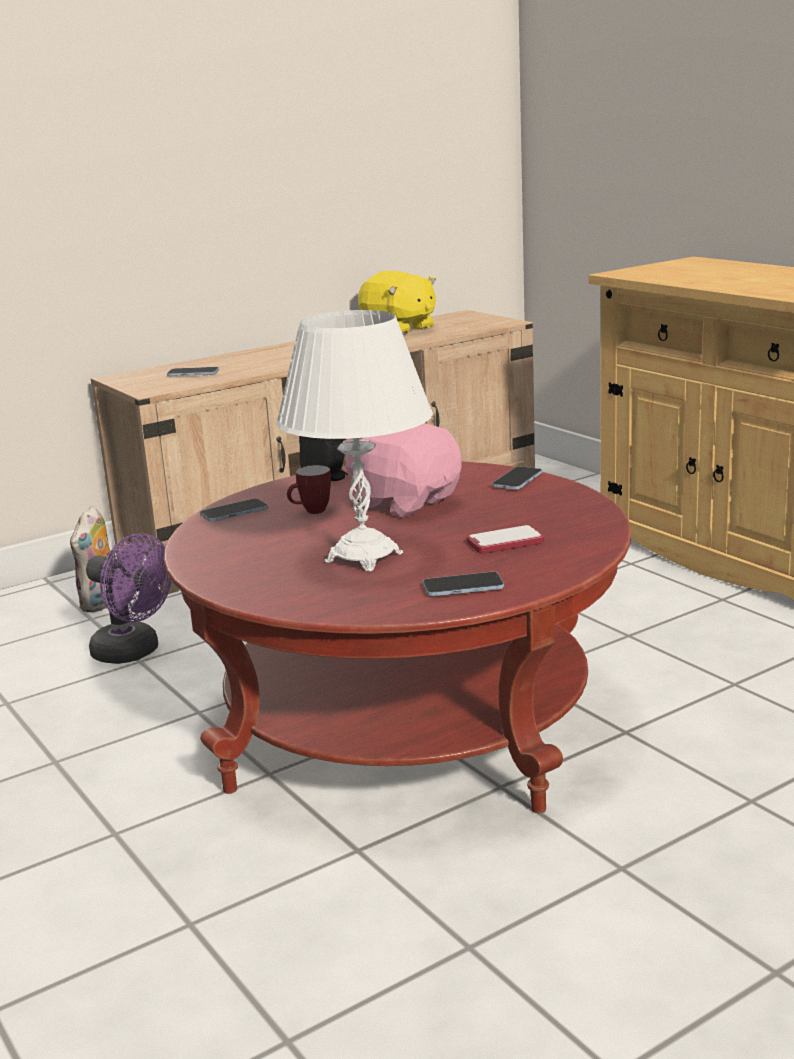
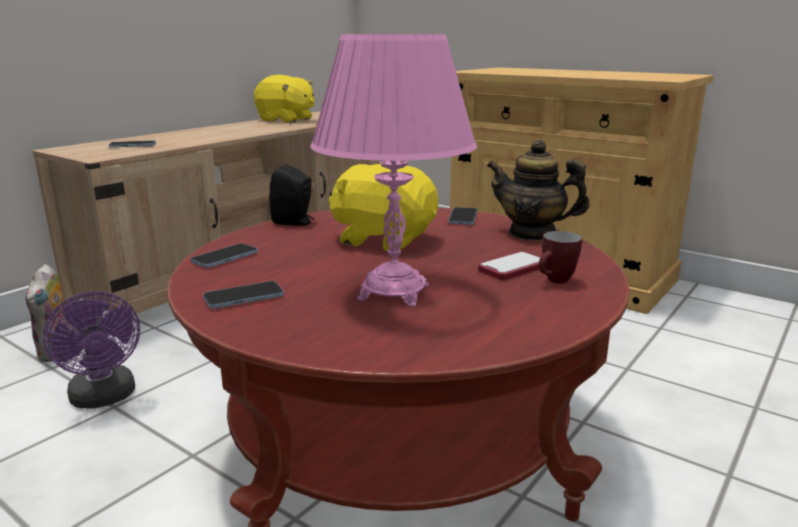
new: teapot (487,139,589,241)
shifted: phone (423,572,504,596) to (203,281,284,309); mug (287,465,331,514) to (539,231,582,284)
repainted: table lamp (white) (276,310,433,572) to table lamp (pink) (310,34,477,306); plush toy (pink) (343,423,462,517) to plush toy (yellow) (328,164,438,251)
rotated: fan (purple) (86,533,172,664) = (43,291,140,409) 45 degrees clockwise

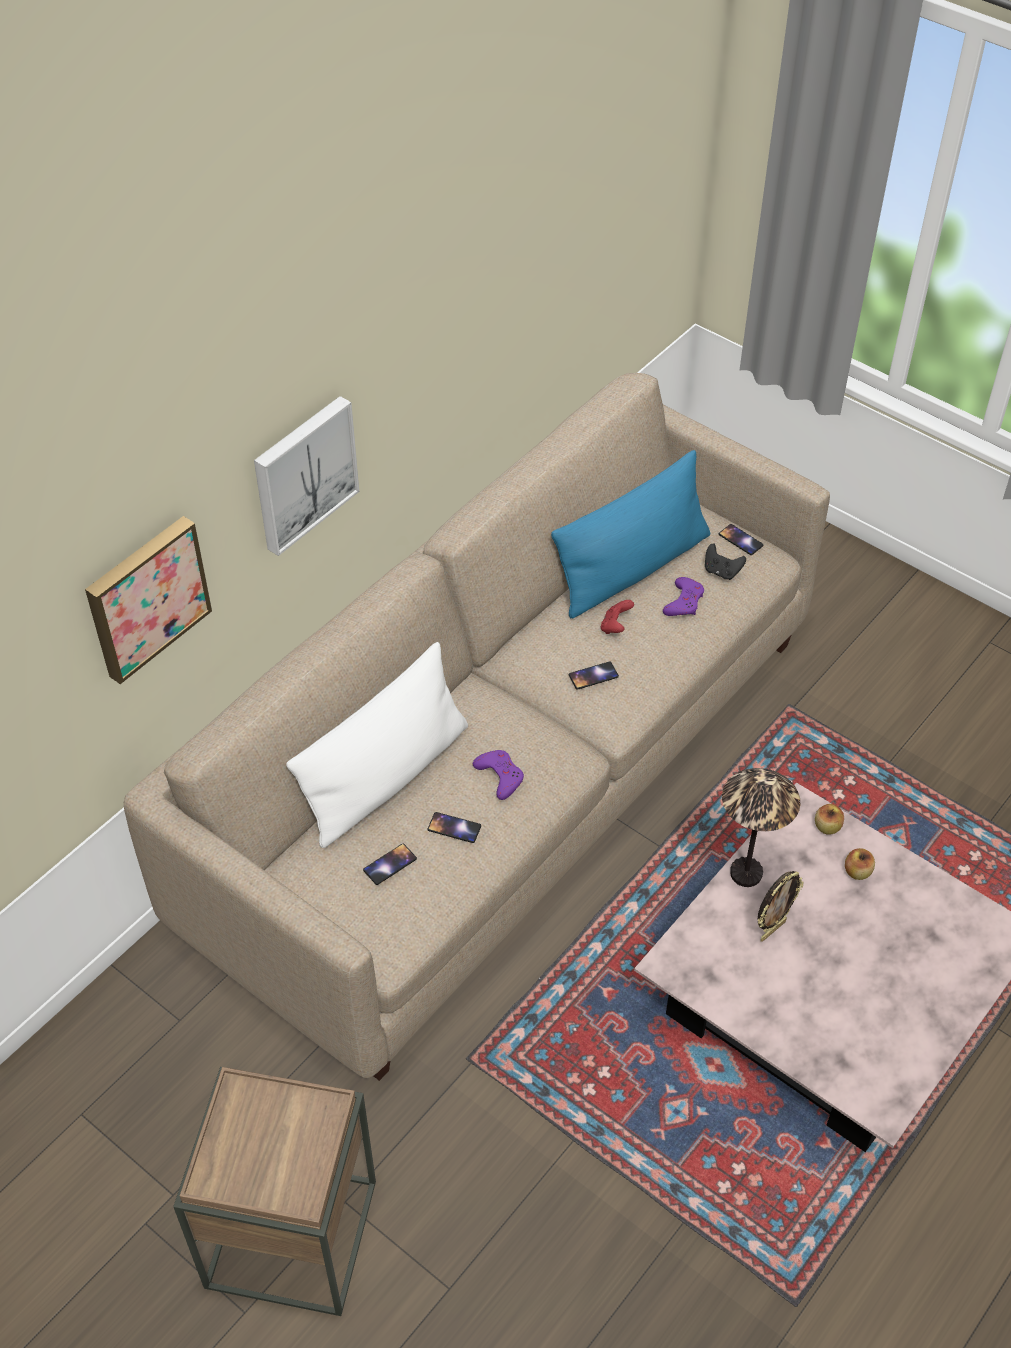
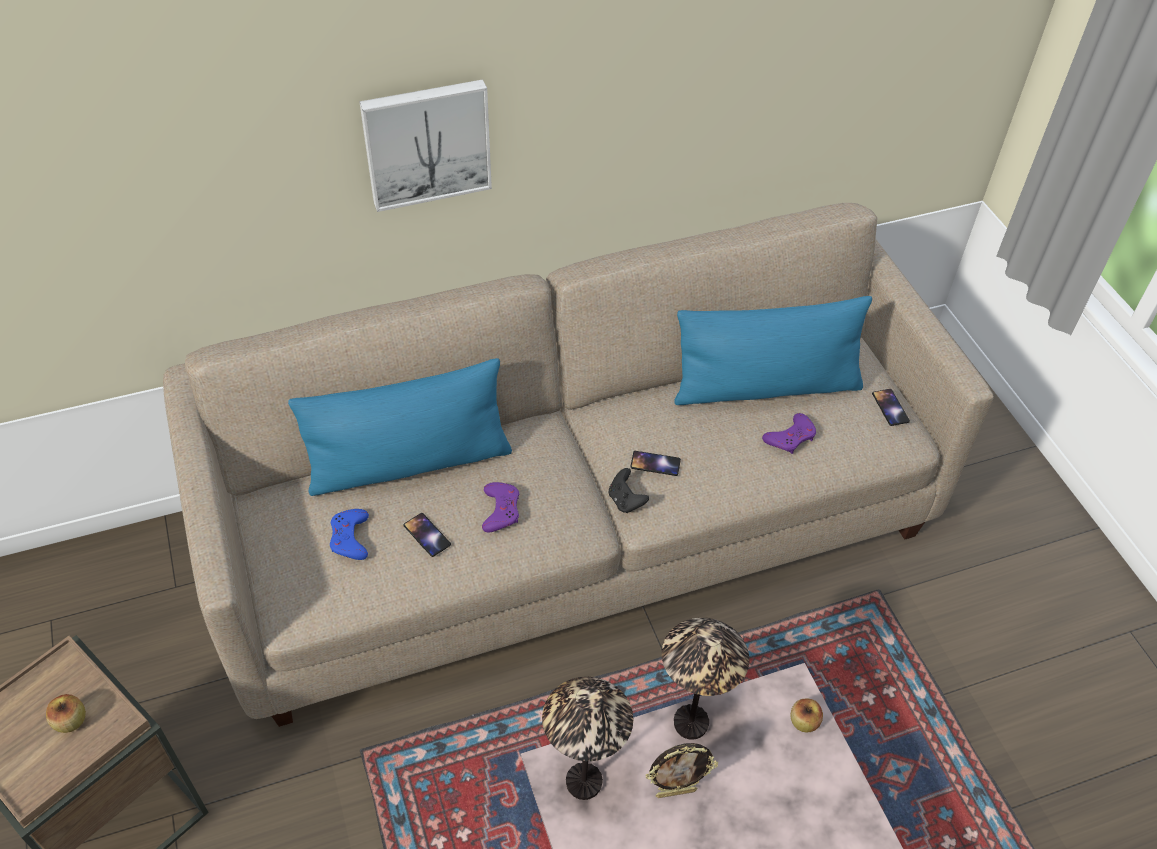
gone: picture (85,516,212,684); game controller (red) (601,600,634,634)
new: table lamp (542,677,634,800)
shifted: apple (845,848,875,880) to (46,694,86,733); game controller (black) (705,544,746,580) to (609,468,649,513)
swapped: phone (363,844,417,885) to game controller (blue) (330,509,369,560)
repainted: pillow (white) (286,642,468,848) to pillow (blue) (288,358,512,496)

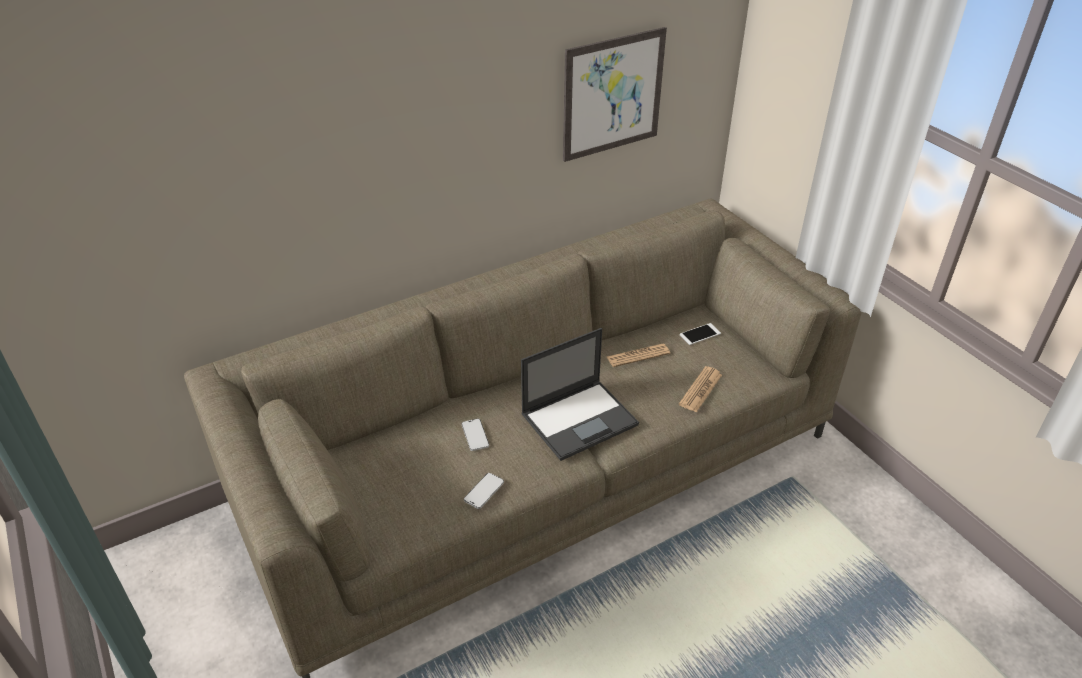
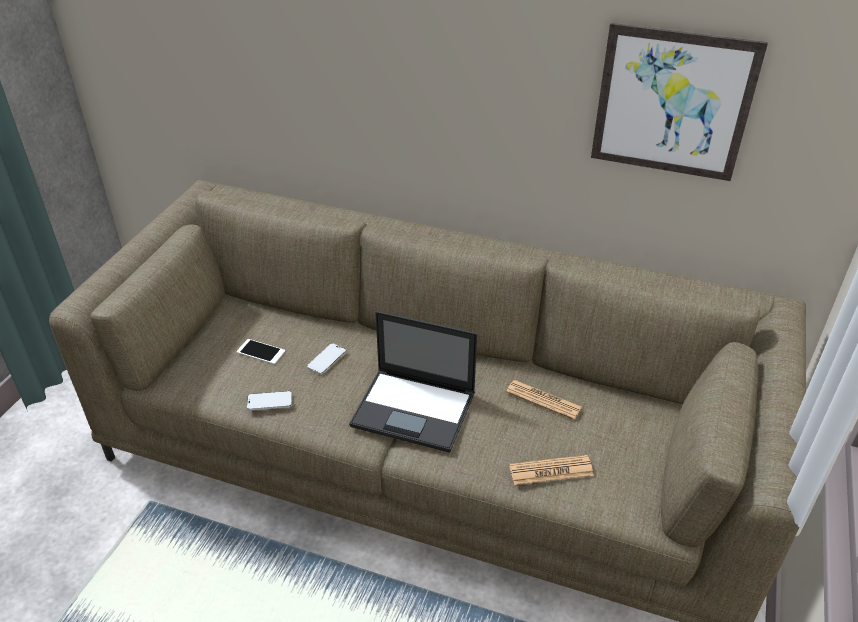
shifted: phone (680,323,721,345) to (237,339,285,364)

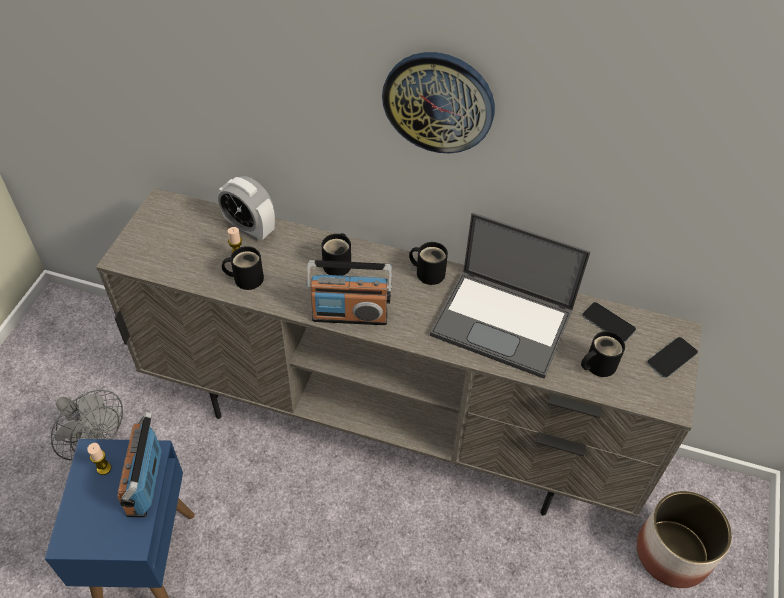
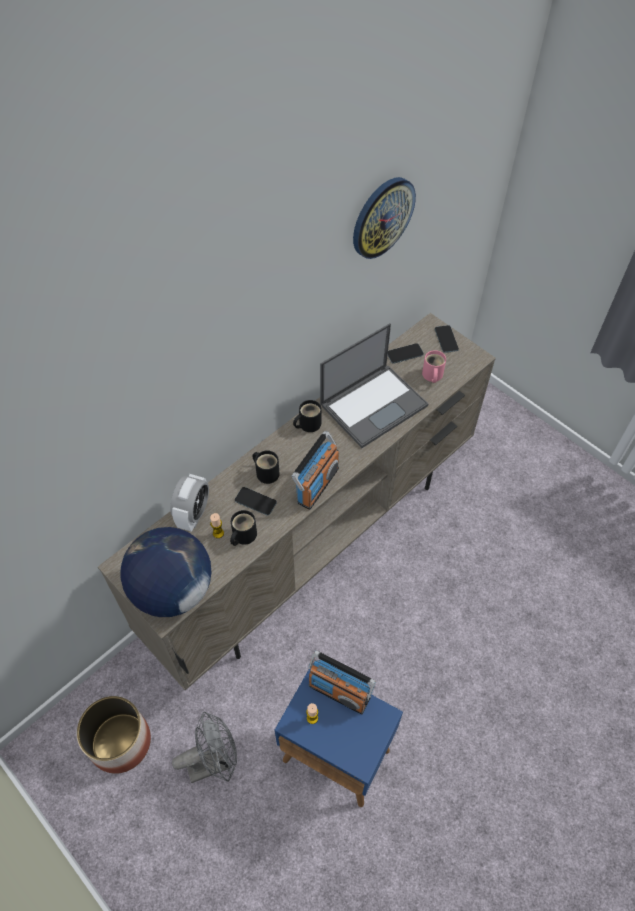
new: globe (121,527,212,617); phone (235,487,277,516)
shifted: planter (637,491,732,588) to (77,696,151,774); wall clock (382,52,495,153) to (353,177,416,259)
repainted: mug (black) (581,331,625,377) to mug (pink) (422,350,446,383)
rotated: alarm clock (218,176,275,241) = (170,474,209,532) 45 degrees counterclockwise

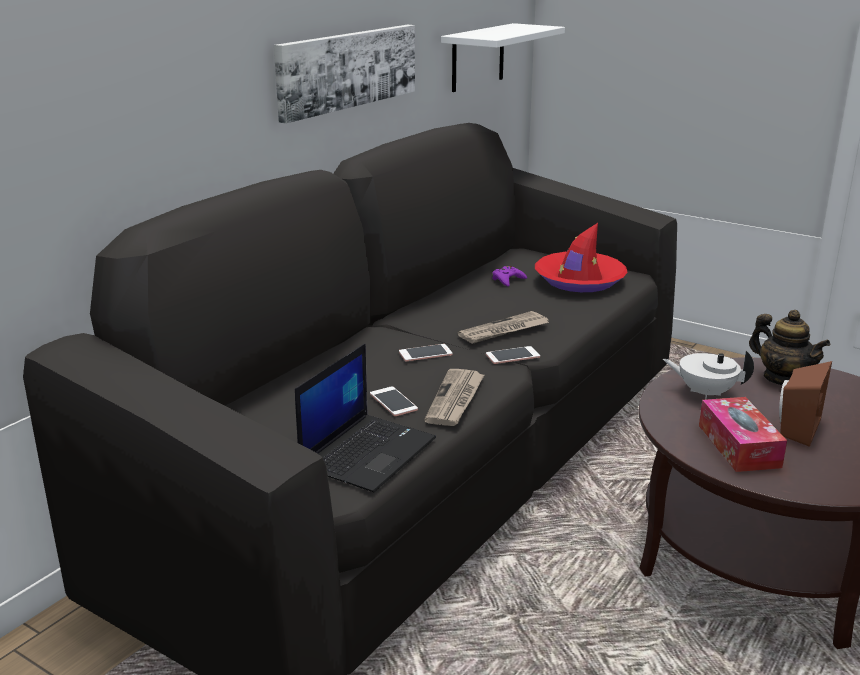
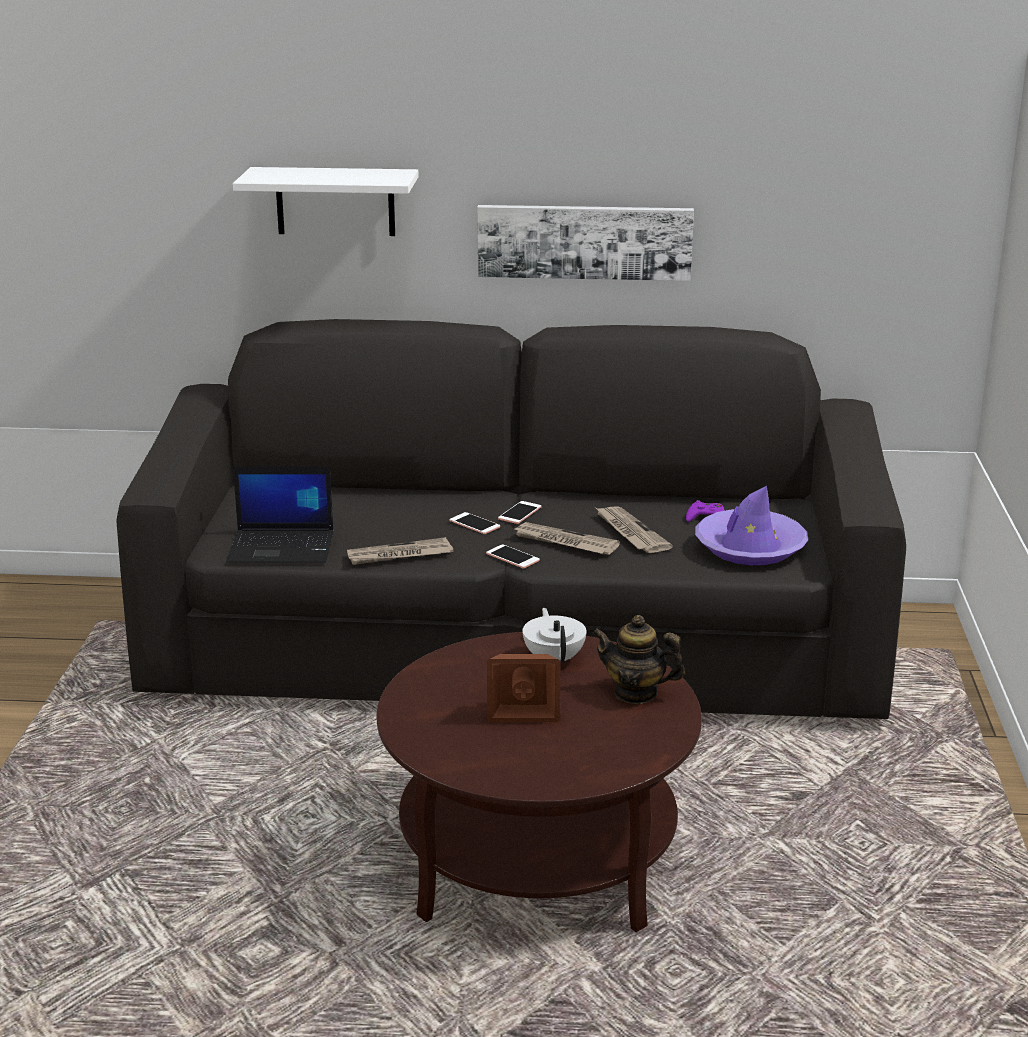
gone: tissue box (699,397,787,472)
new: newspaper (596,506,673,553)
shifted: shelf (white) (441,23,565,92) to (233,167,419,236); phone (370,386,418,416) to (498,501,542,524)
repainted: hat (red) (535,223,628,292) to hat (purple) (695,486,808,565)
rotated: teapot (749,310,830,385) = (592,615,685,704) 90 degrees clockwise

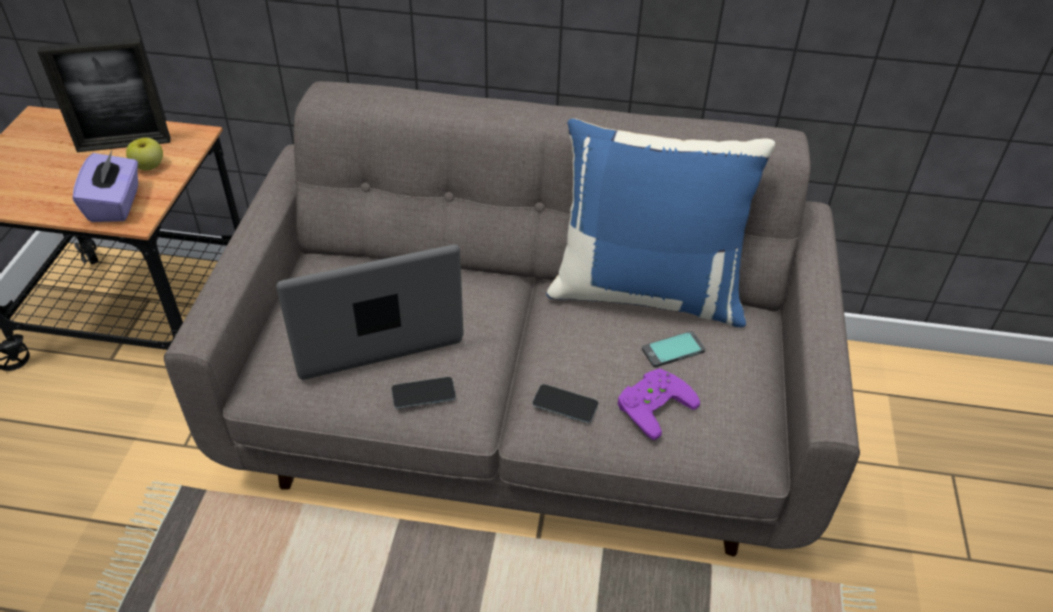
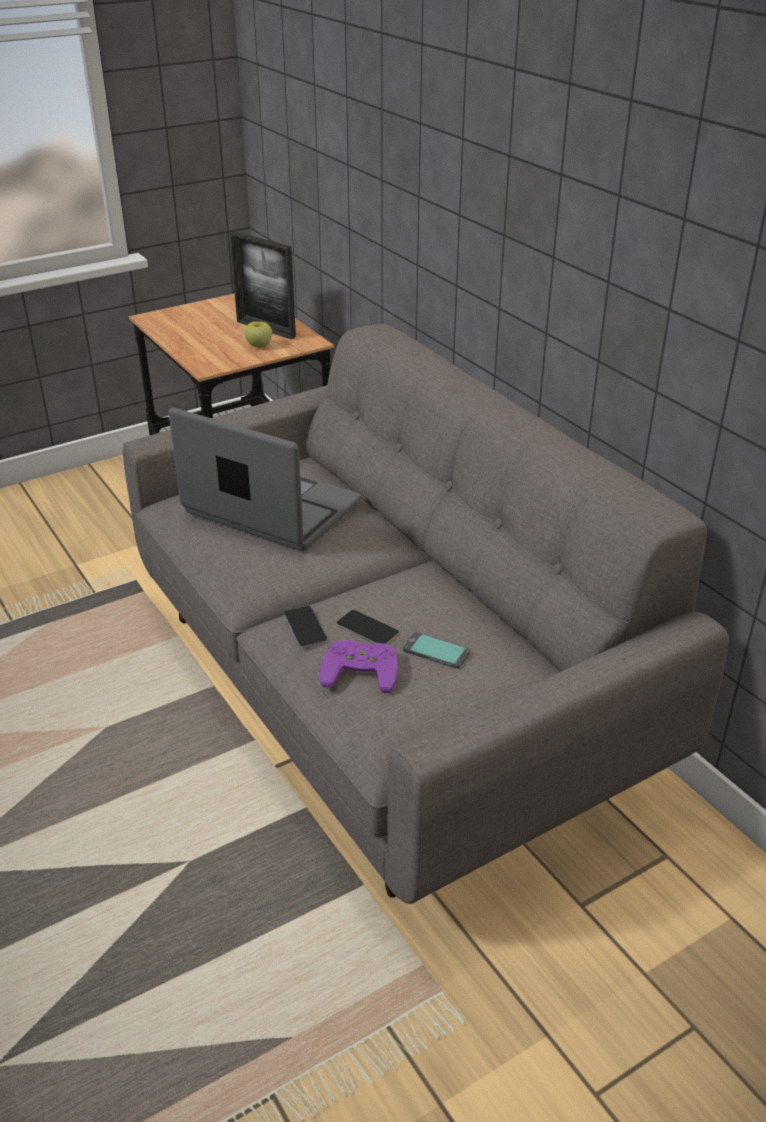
gone: tissue box (purple) (73,151,138,222); pillow (blue) (546,118,775,327)
shifted: phone (392,377,456,409) to (337,610,399,644)

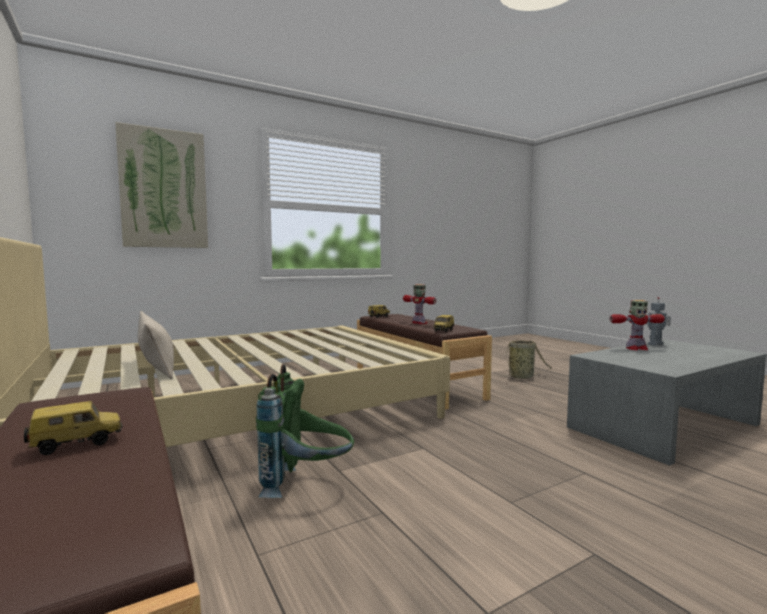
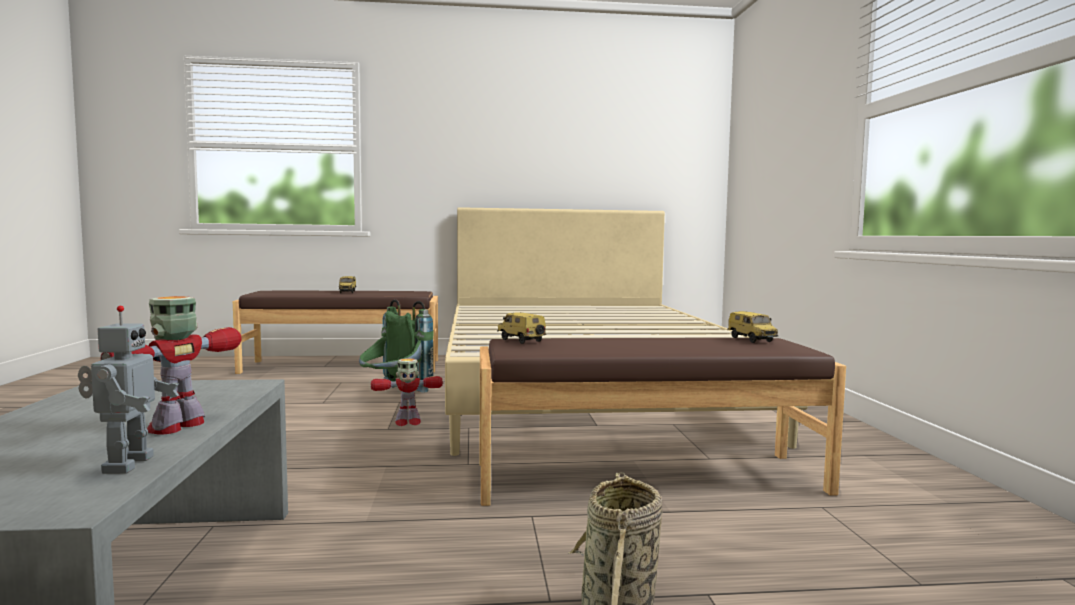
gone: picture (115,122,208,248); pillow (beige) (138,311,174,379)
shifted: toy robot (403,284,436,324) to (371,358,443,426)

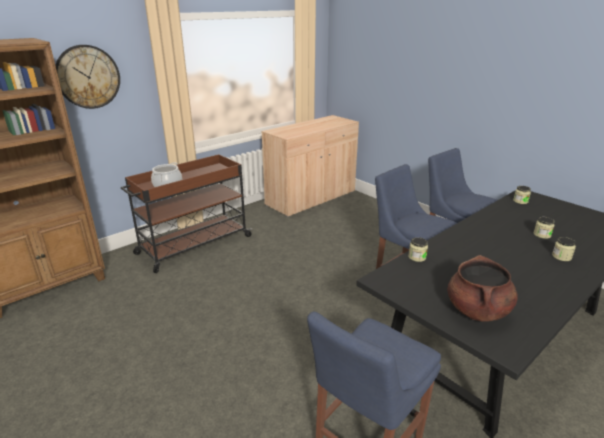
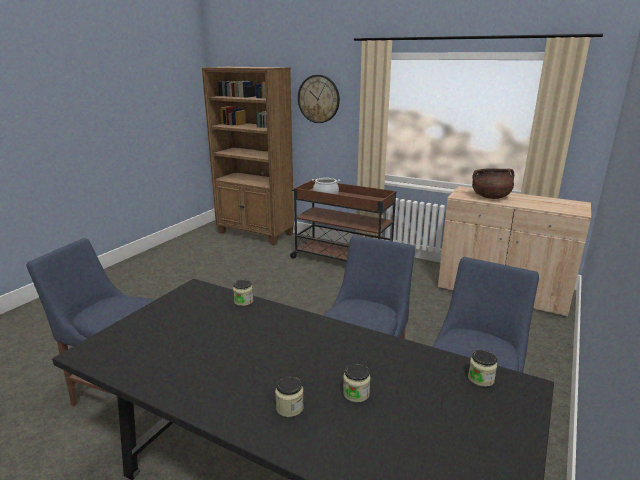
shifted: cooking pot (brown) (447,255,517,322) to (472,168,514,199)

